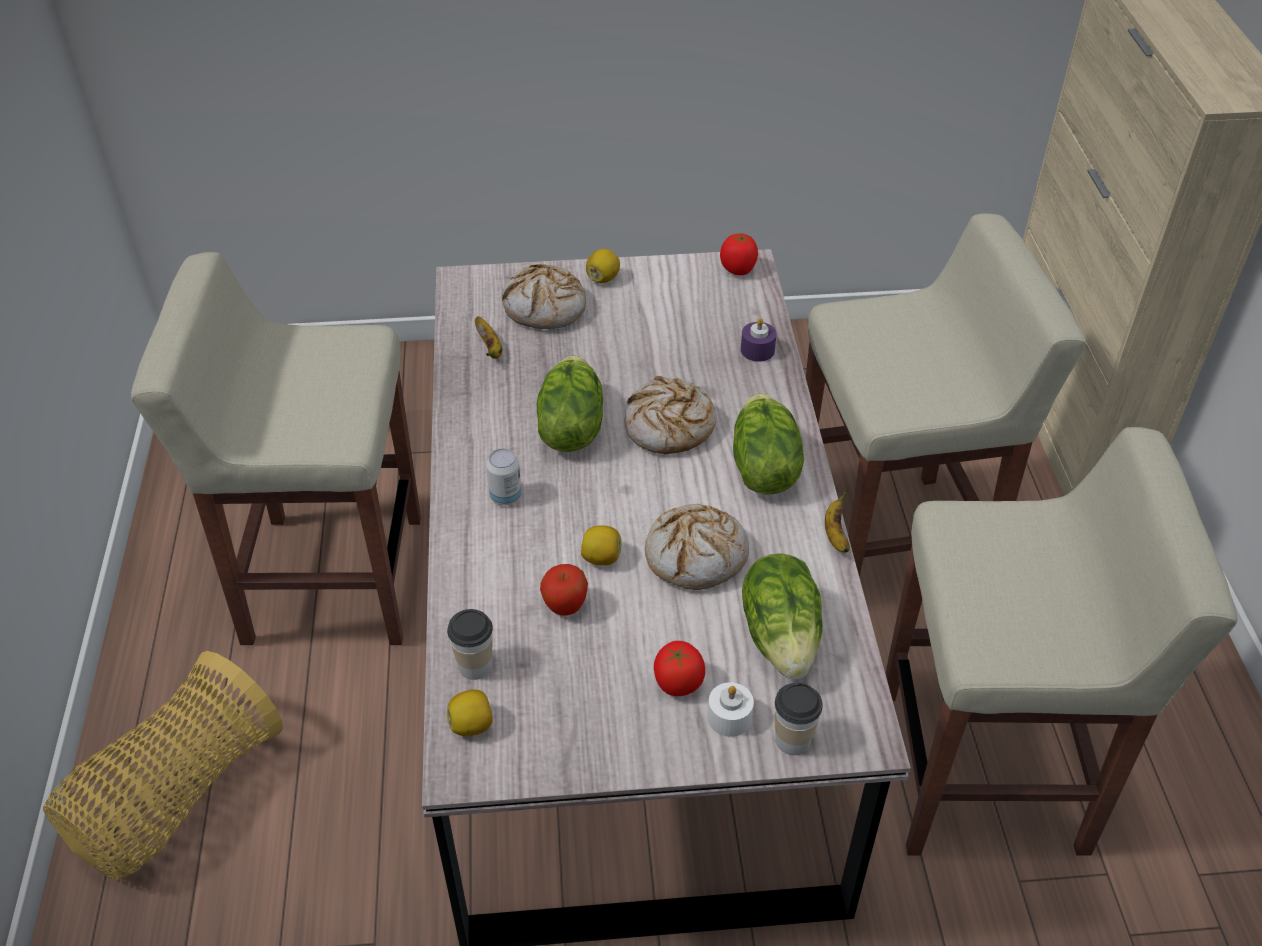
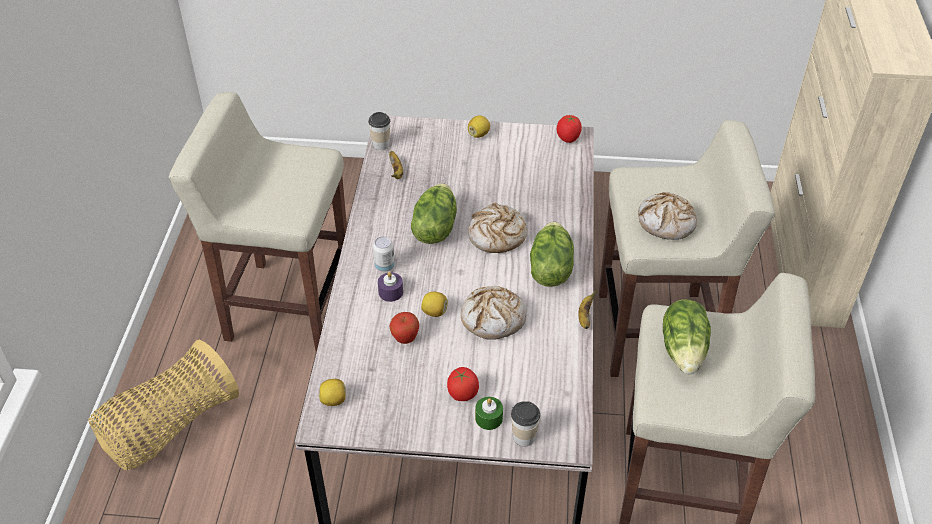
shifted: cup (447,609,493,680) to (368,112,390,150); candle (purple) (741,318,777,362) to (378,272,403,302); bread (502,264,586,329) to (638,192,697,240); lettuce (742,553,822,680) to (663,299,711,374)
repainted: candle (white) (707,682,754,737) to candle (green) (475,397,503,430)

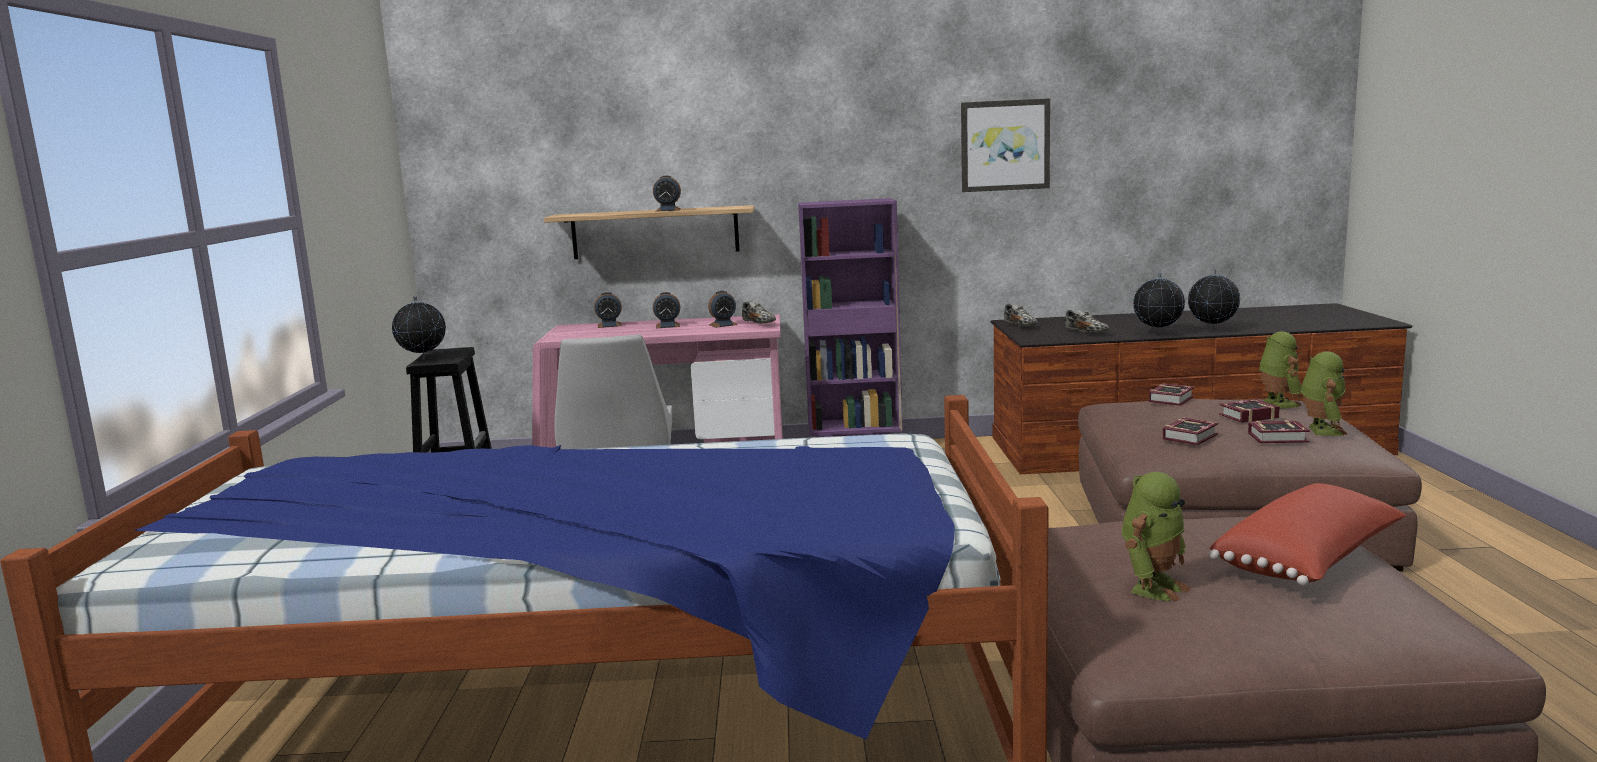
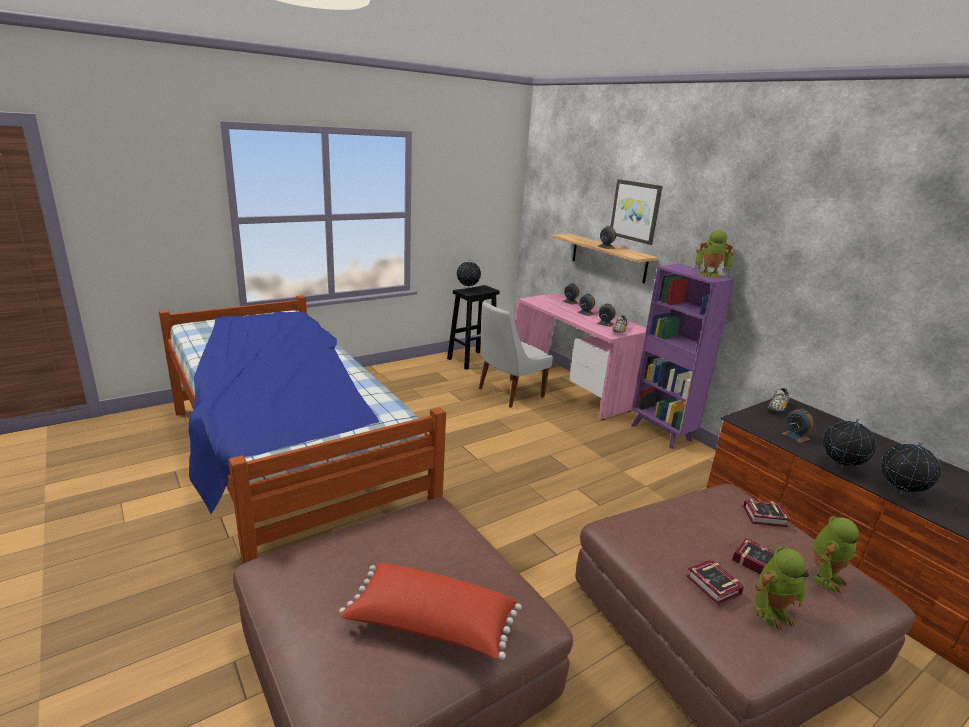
gone: book (1163,418,1218,445)
shifted: picture (961,98,1050,192) to (611,179,663,245); toy robot (1122,472,1191,601) to (695,230,734,278)
swapped: shoe (1065,310,1109,333) to alarm clock (781,409,814,443)

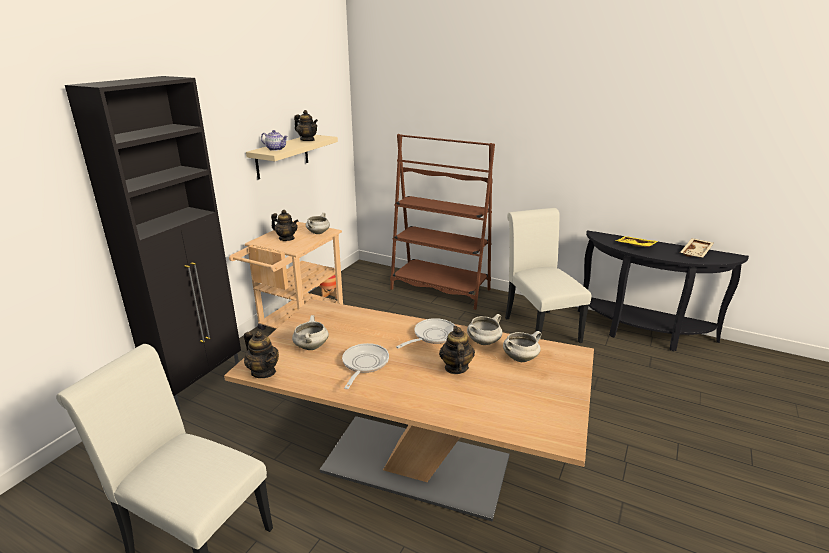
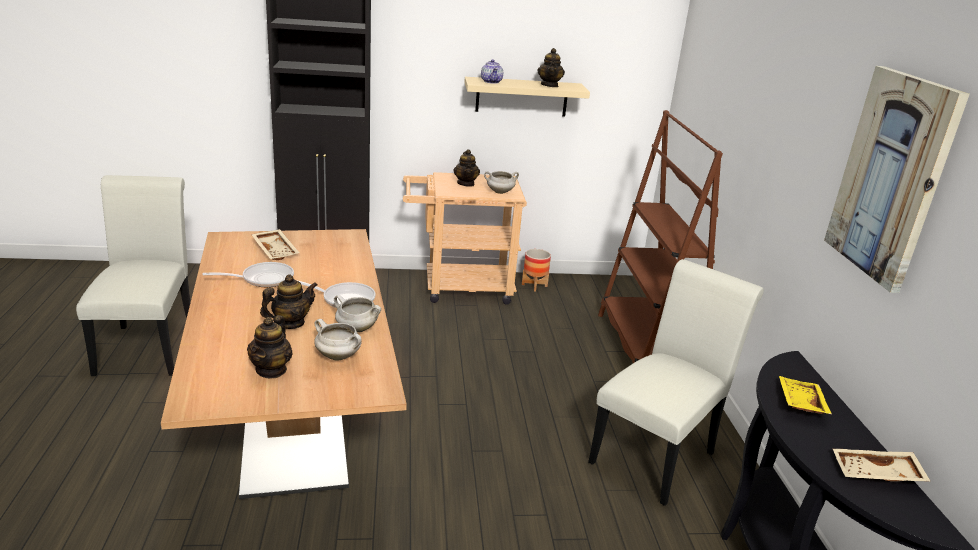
new: picture (824,66,970,293)
shifted: teapot (244,331,279,378) to (247,315,293,379)
swapped: cooking pot (white) (292,315,329,350) to tray (beige) (251,229,300,260)

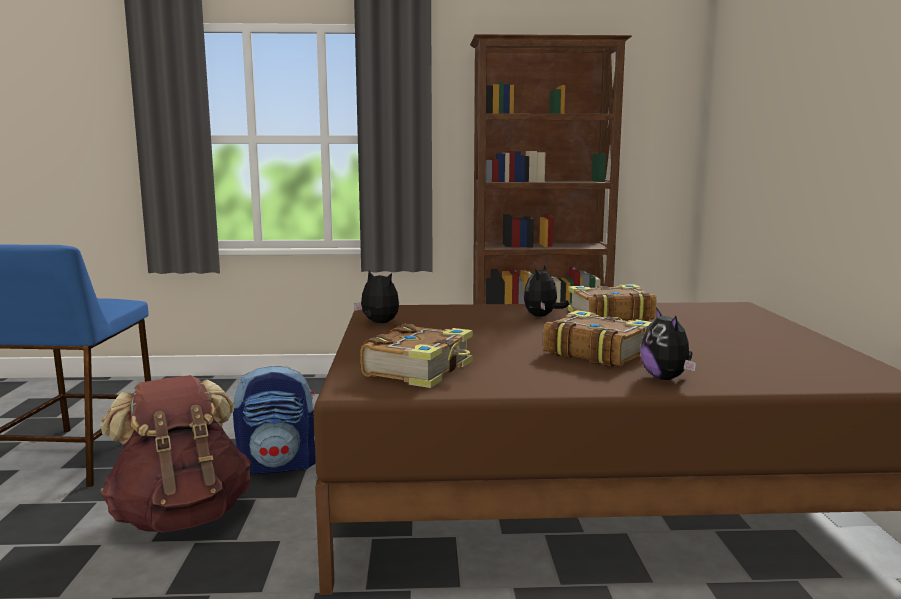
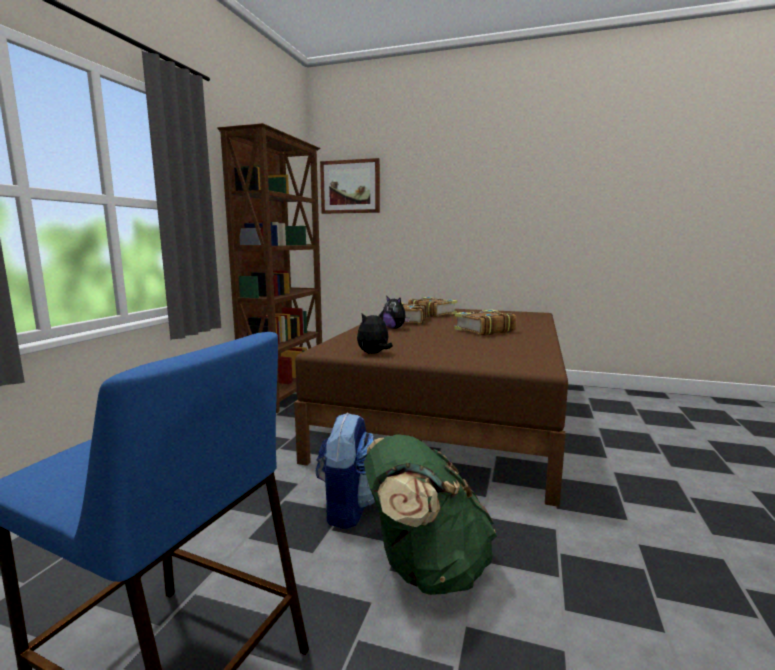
gone: plush toy (640,307,696,380)
new: picture (320,158,380,214)
shifted: book (360,324,473,388) to (408,297,457,317)
repainted: backpack (brown) (100,375,251,533) to backpack (green) (364,434,497,595)

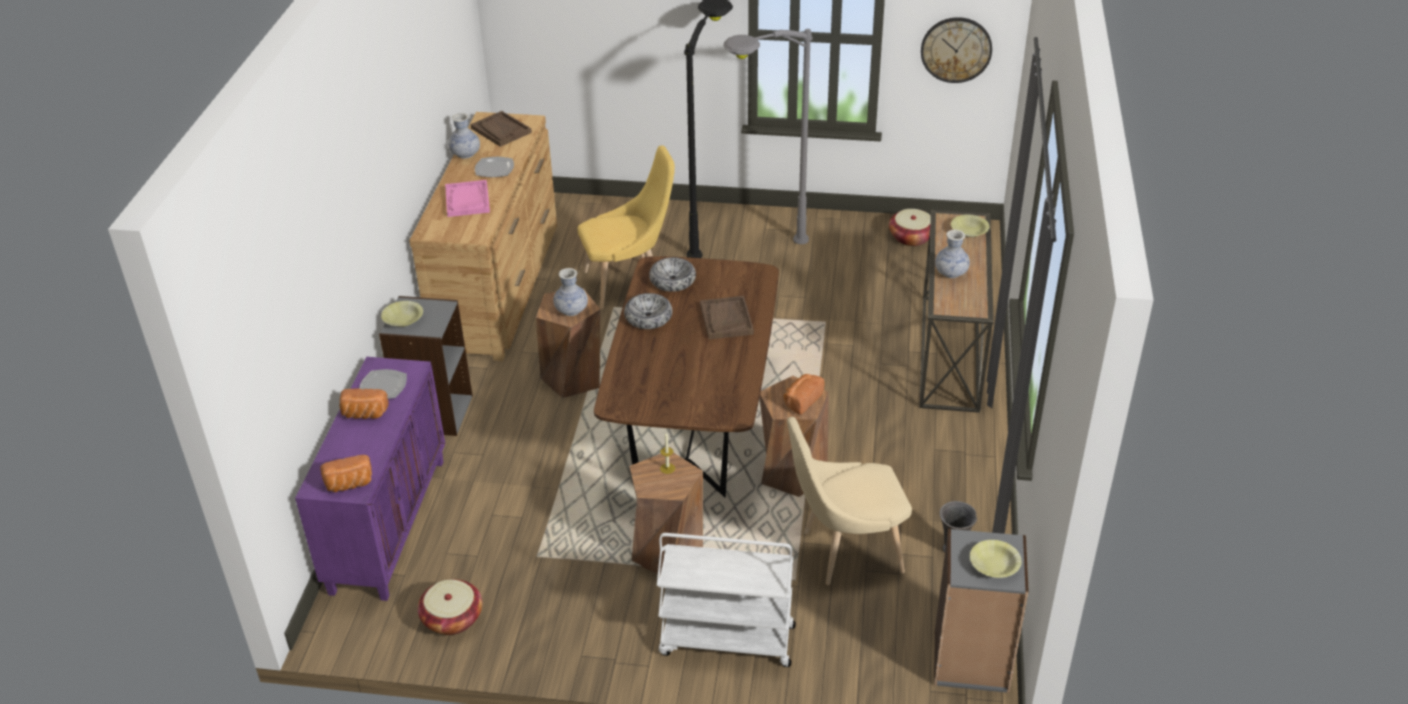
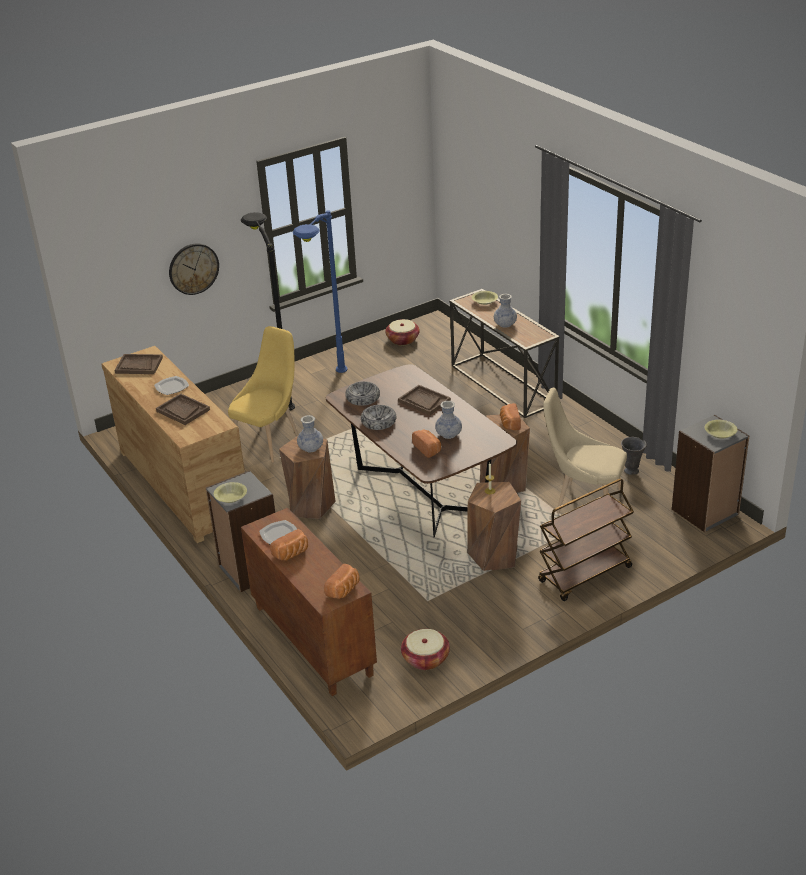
new: bread (412,429,441,458)
shifted: wall clock (921,17,992,83) to (169,244,219,295); vase (448,113,480,159) to (435,401,462,439)
repainted: tray (pink) (445,180,490,217) to tray (brown) (156,393,210,425); cabinet (purple) (295,357,445,601) to cabinet (brown) (241,508,377,696); floor lamp (grey) (724,29,813,244) to floor lamp (blue) (293,210,348,373); cart (white) (657,533,796,667) to cart (brown) (538,478,634,601)
rotated: chair (beige) (787,417,912,585) = (543,388,627,513) 75 degrees clockwise

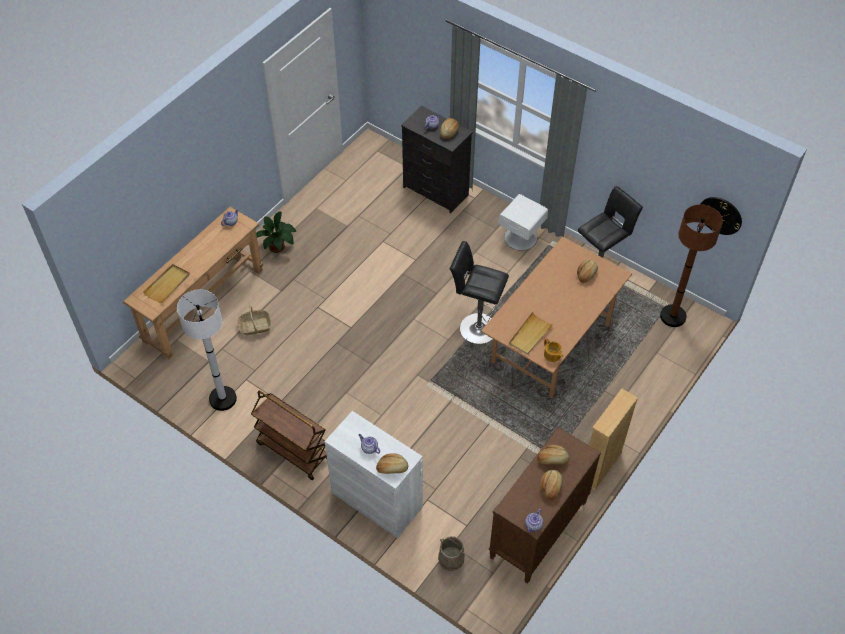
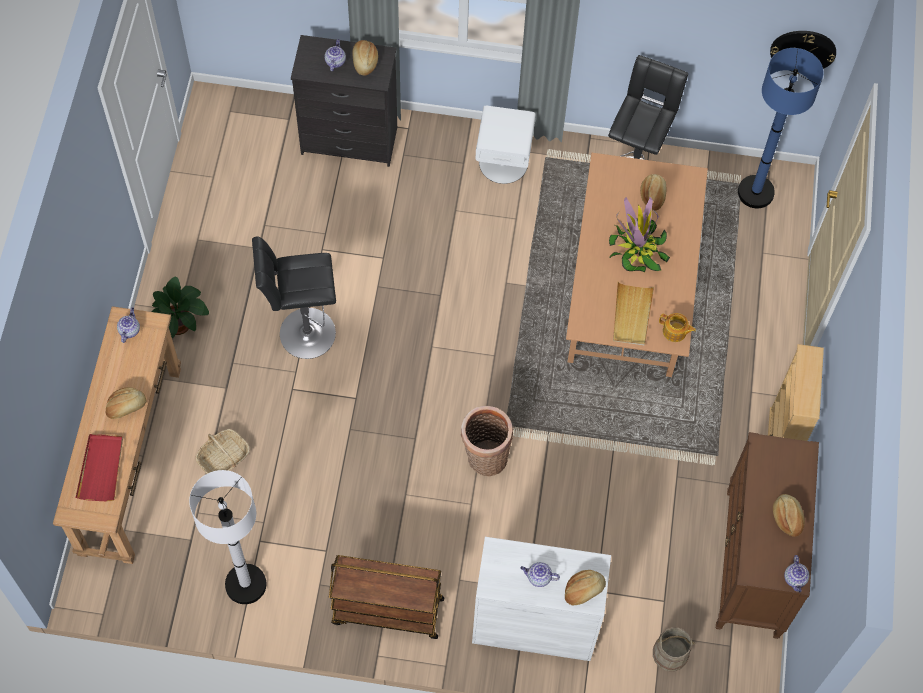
new: basket (461,406,513,477); potted plant (609,197,670,272)
shifted: bread (537,445,569,465) to (105,387,146,419); stool (black) (450,241,509,344) to (252,236,336,359)
repainted: tray (beige) (143,264,190,303) to tray (red) (75,434,123,501); floor lamp (brown) (660,204,723,327) to floor lamp (blue) (738,48,823,208)

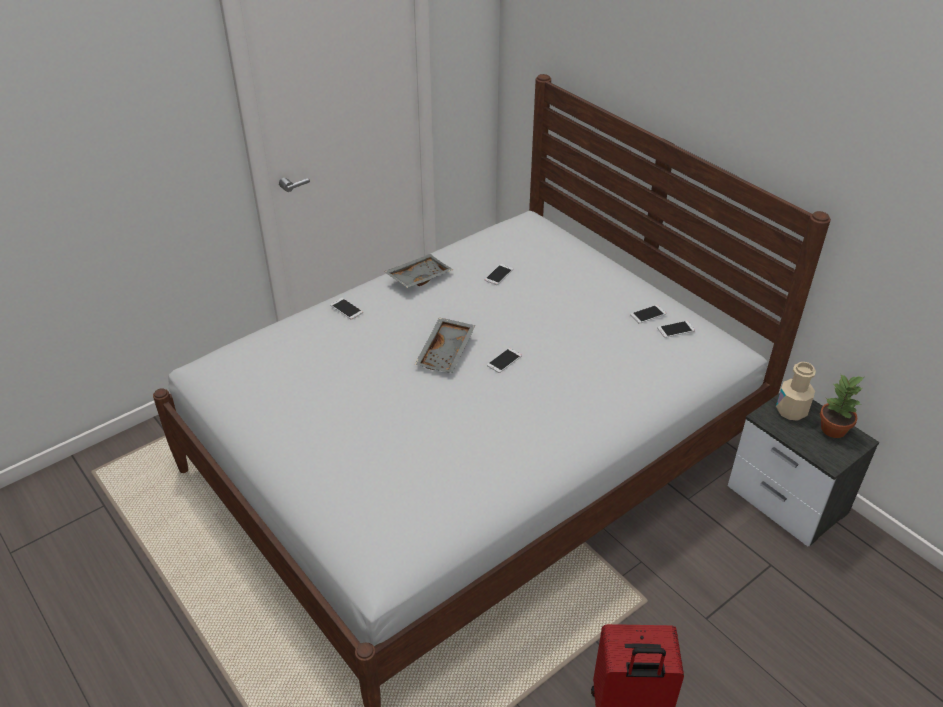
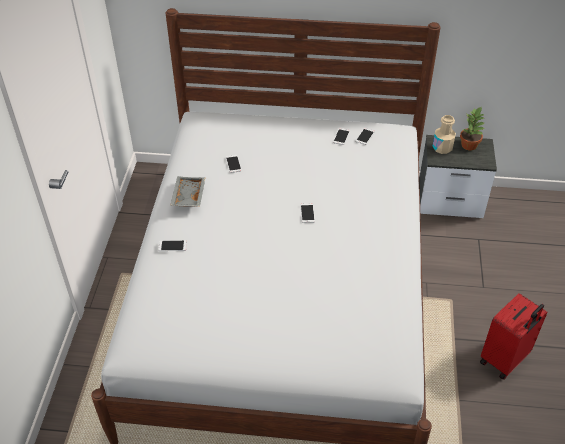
gone: tray (grey) (415,318,476,373)

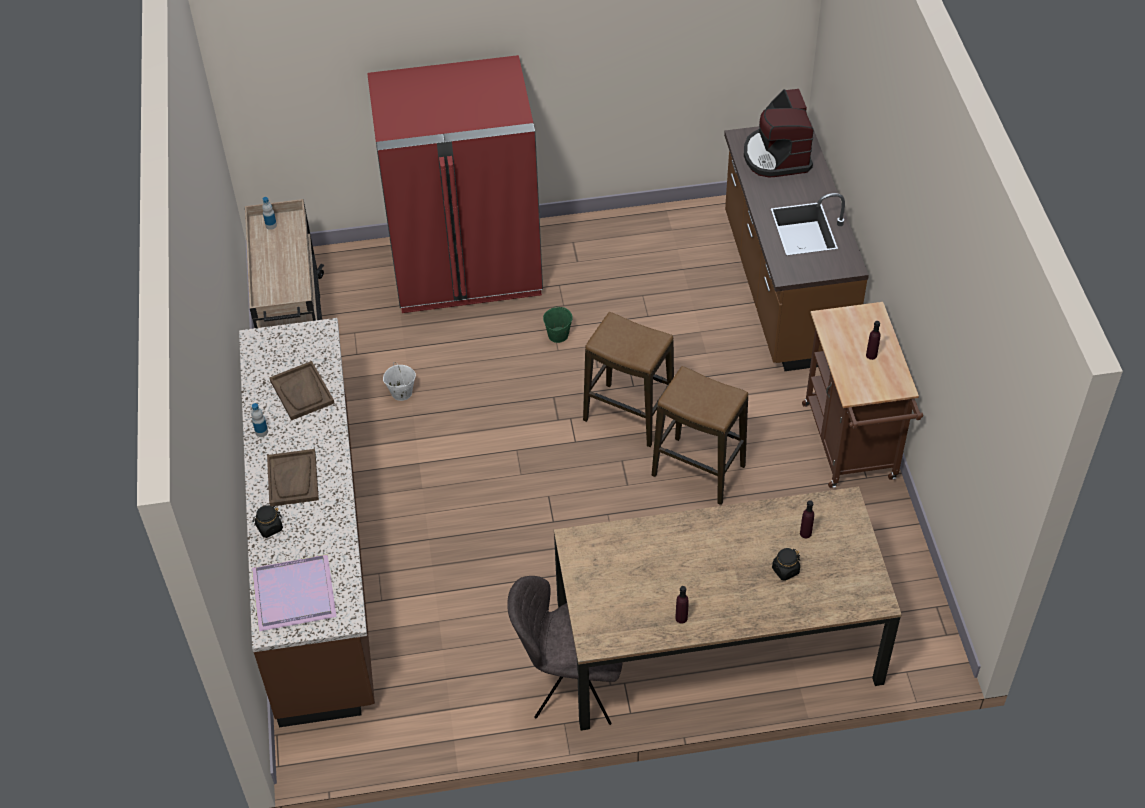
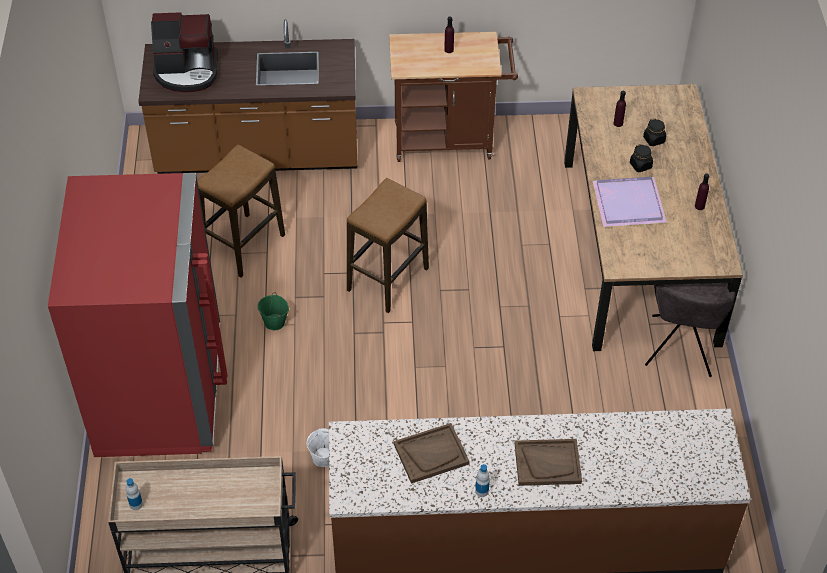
shifted: stool (652,366,748,505) to (197,145,285,278); tray (purple) (252,554,337,631) to (593,177,667,227); jar (black) (252,505,283,538) to (630,144,653,172)

